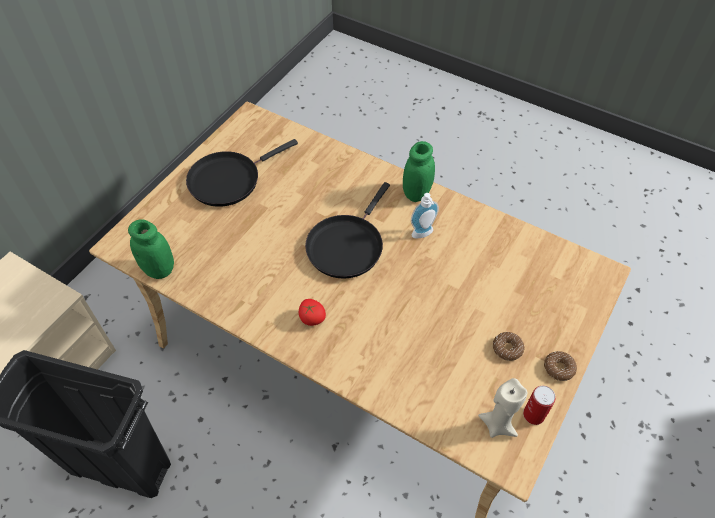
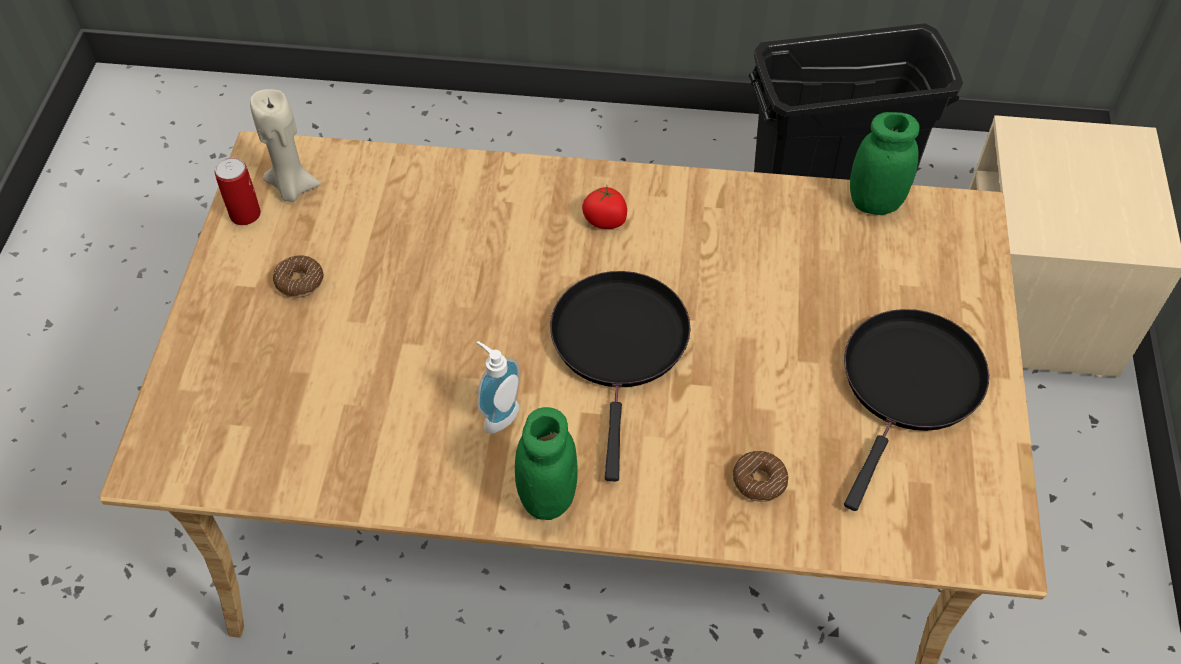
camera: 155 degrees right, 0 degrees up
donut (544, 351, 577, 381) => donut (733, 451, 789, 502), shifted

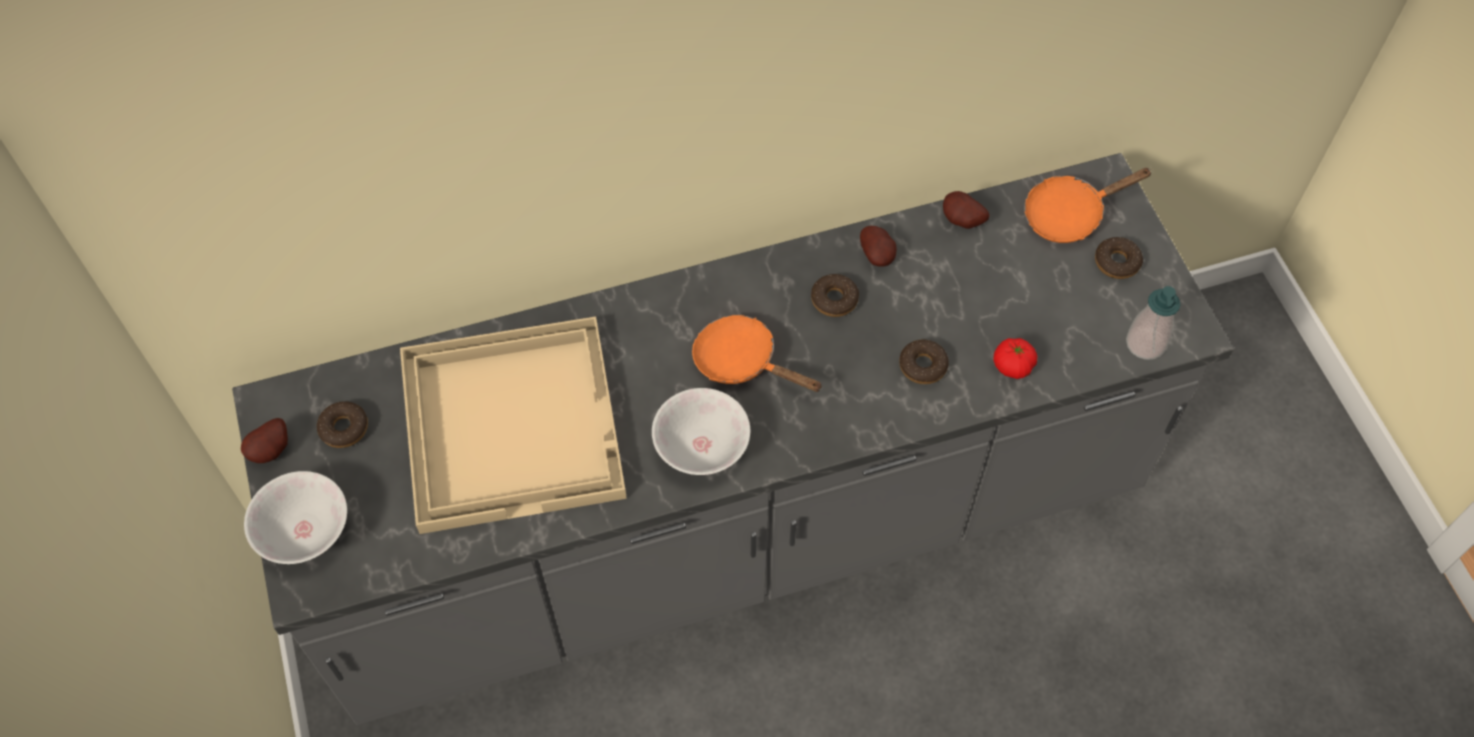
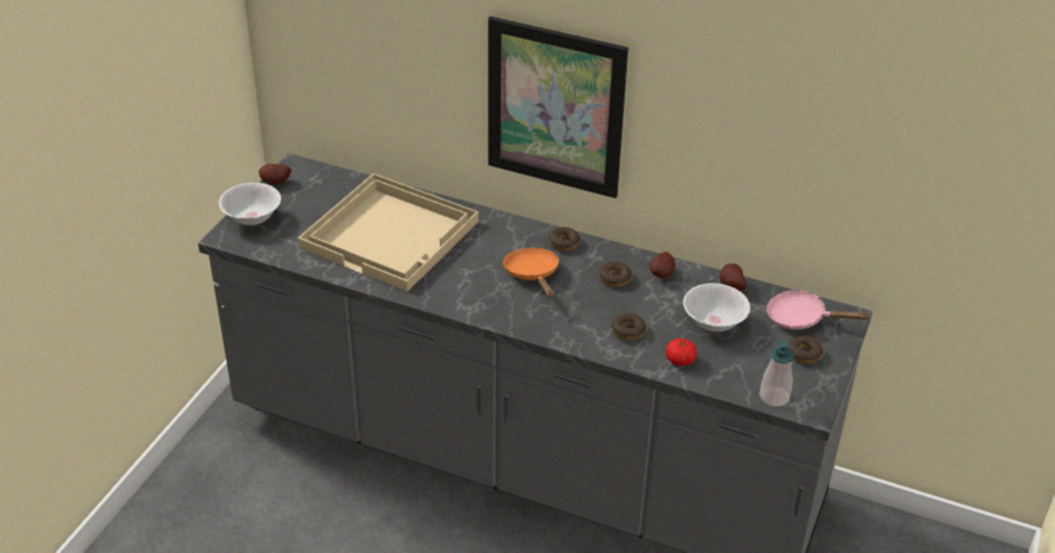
camera: 40 degrees right, 20 degrees down
patelnia/pomarańczowy (1024, 168, 1152, 243) => patelnia/różowy (767, 290, 869, 330)
miska/biały (652, 388, 750, 475) => miska/biały (683, 283, 750, 332), shifted
donut (317, 401, 368, 448) => donut (548, 227, 580, 251), shifted
nothing => obraz (488, 16, 628, 198)

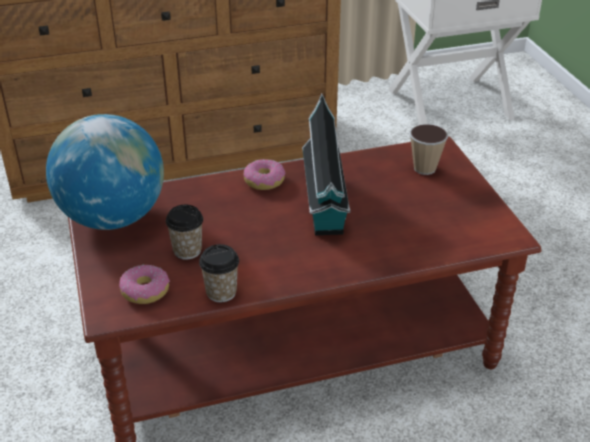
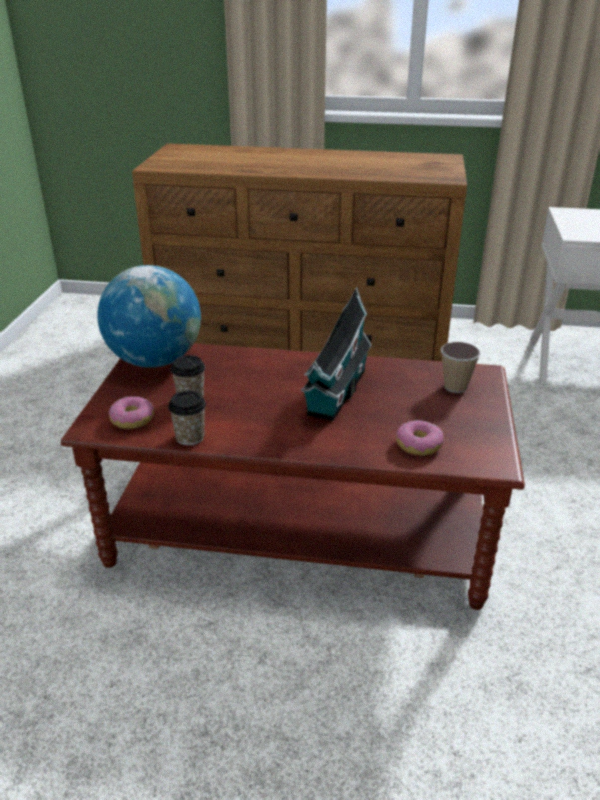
camera: 25 degrees right, 5 degrees down
donut (244, 159, 286, 190) => donut (396, 420, 444, 455), shifted

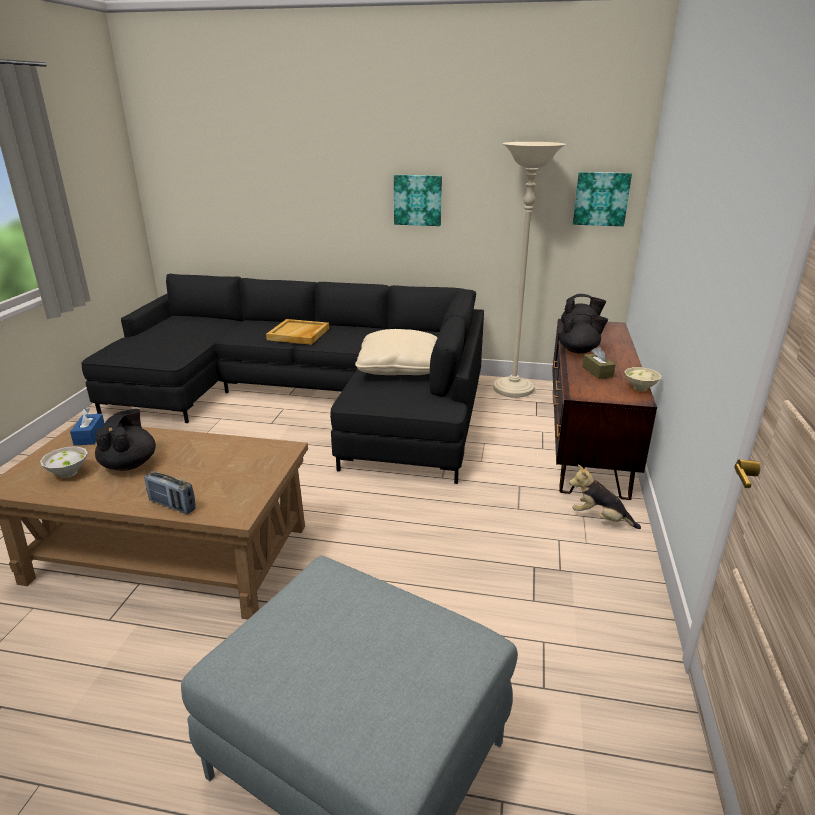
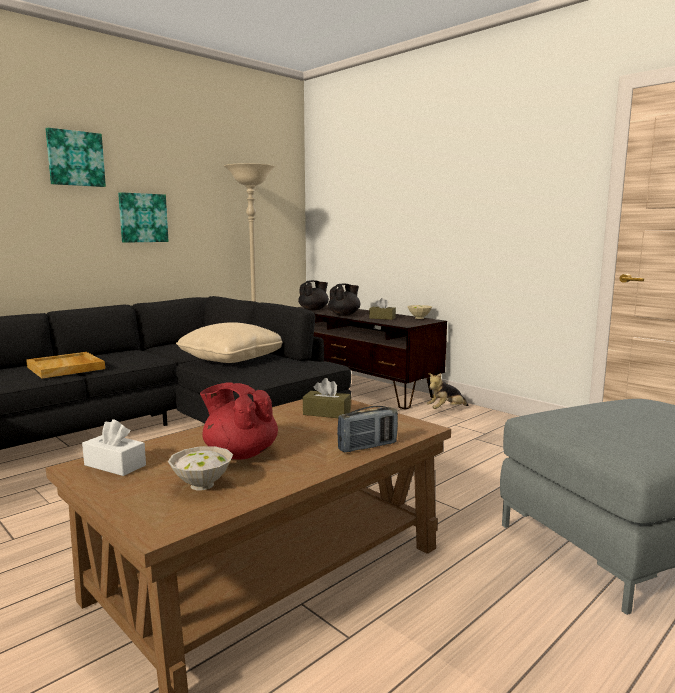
camera: 55 degrees left, 15 degrees down
obraz (573, 172, 632, 226) => obraz (46, 128, 106, 187), shifted
pudełko chusteczek/niebieski (70, 408, 105, 446) => pudełko chusteczek/biały (82, 419, 146, 476)
imbryk/czarny (95, 409, 156, 471) => imbryk/czerwony (200, 382, 278, 460)
nothing => pudełko chusteczek/brązowy (303, 378, 351, 418)

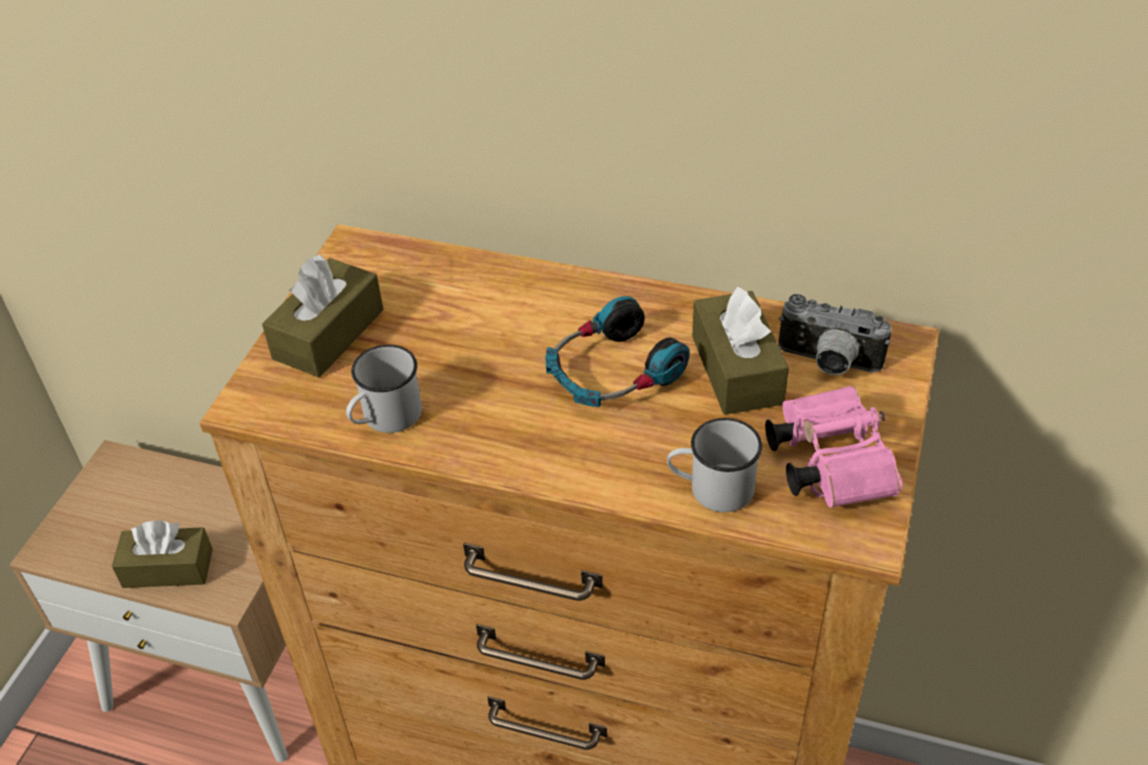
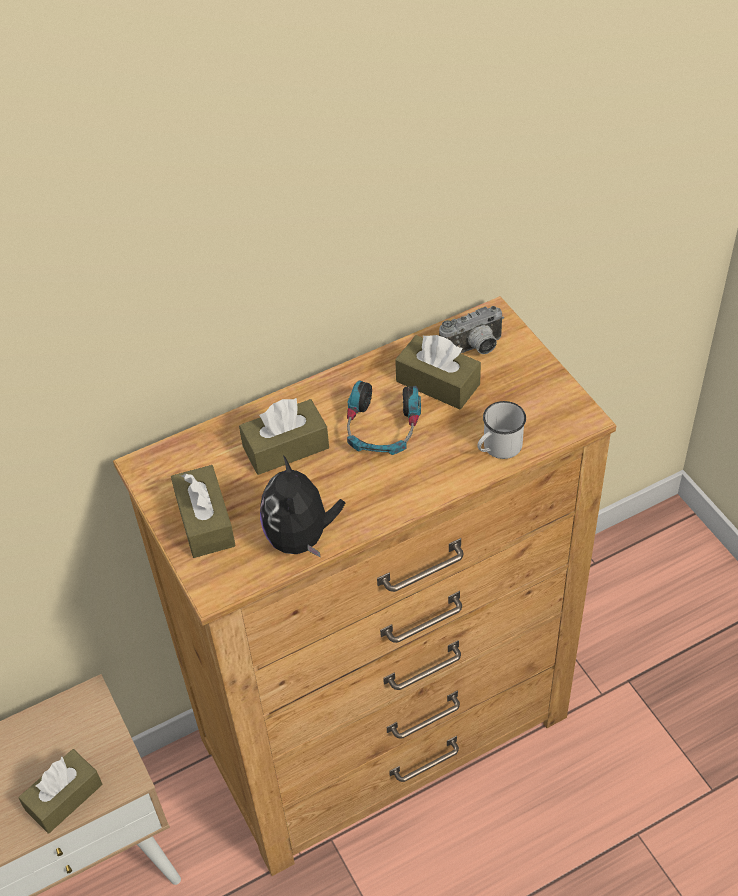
camera: 45 degrees left, 5 degrees up
kubek/biały (346, 345, 422, 433) => pluszak (260, 455, 345, 558)
lornetka/różowy (765, 386, 903, 508) => nothing
nothing => pudełko chusteczek/brązowy (239, 398, 329, 475)

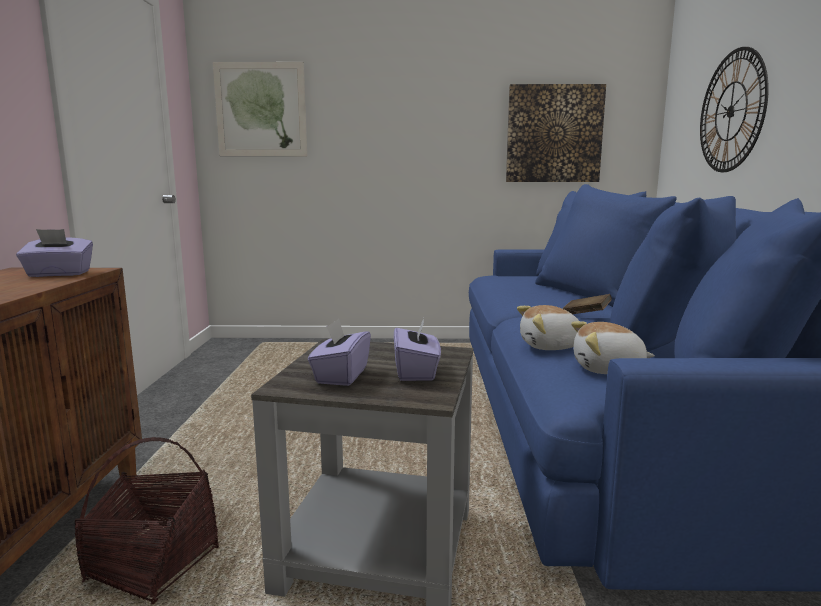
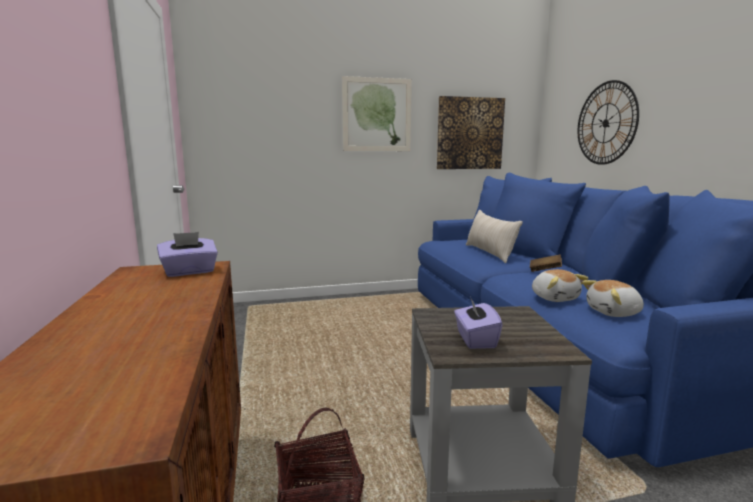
camera: 15 degrees left, 0 degrees up
obraz (213, 62, 307, 156) => obraz (342, 76, 412, 151), shifted
pluszak (517, 305, 579, 350) => pluszak (532, 269, 588, 302), 90 degrees counterclockwise
pudełko chusteczek/fioletowy (394, 318, 441, 381) => nothing
nothing => poduszka/beżowy (466, 210, 523, 263)

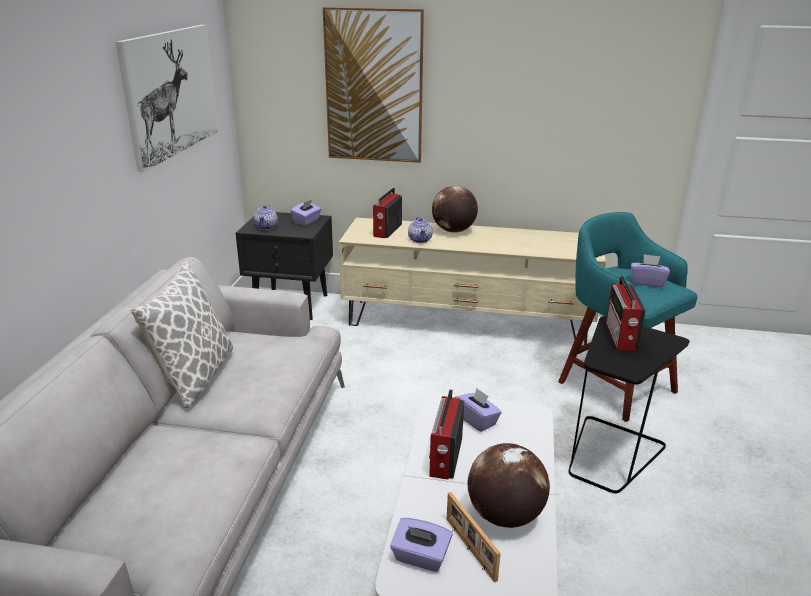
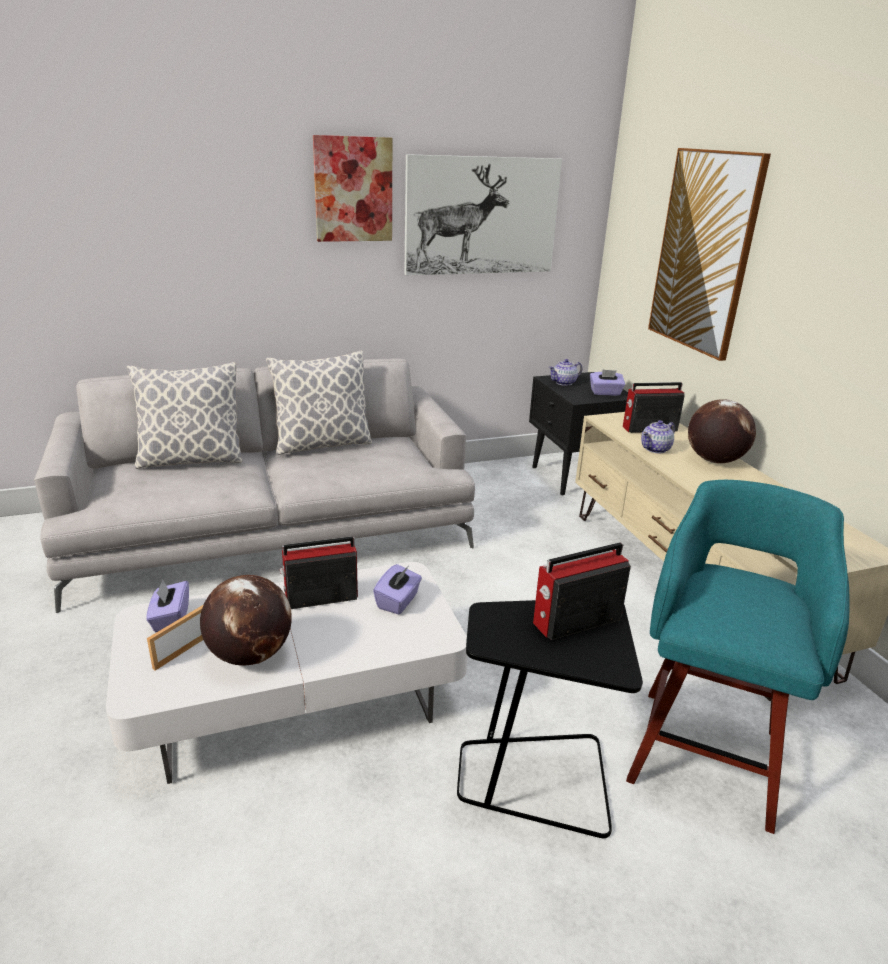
camera: 60 degrees right, 0 degrees up
pudełko chusteczek/fioletowy (631, 254, 670, 287) => nothing
nothing => obraz (313, 135, 392, 242)
nothing => poduszka (127, 362, 242, 469)

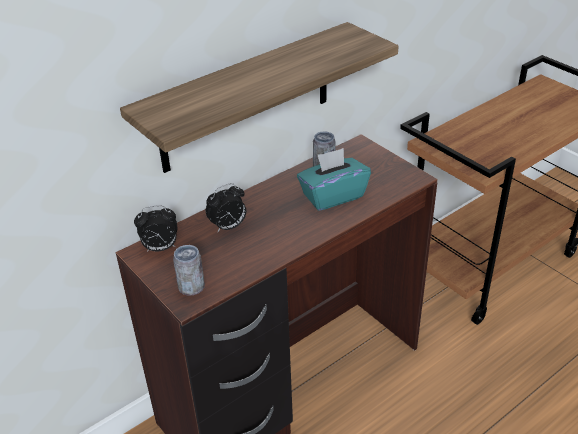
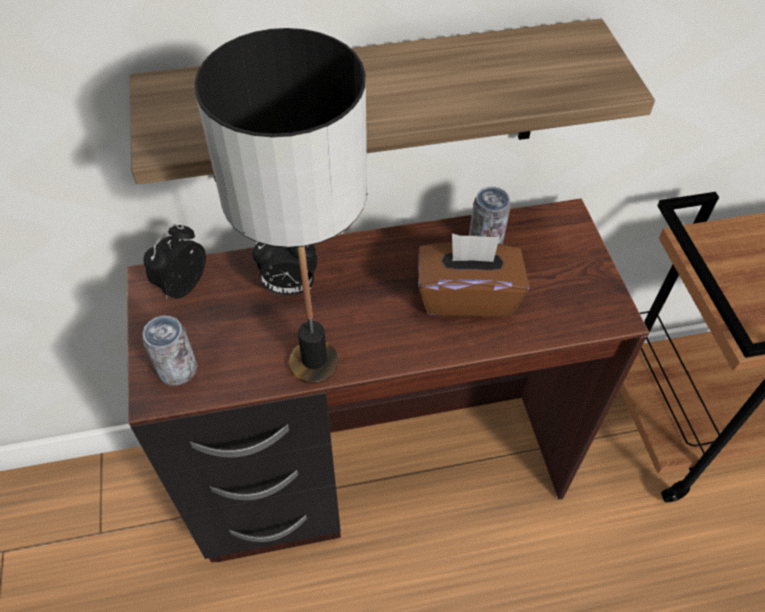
camera: 25 degrees right, 15 degrees up
pudełko chusteczek/turkusowy (297, 148, 371, 211) => pudełko chusteczek/brązowy (418, 233, 529, 317)
budzik (134, 205, 178, 252) => budzik (143, 224, 206, 299), 105 degrees clockwise
nothing => lampa stołowa (194, 28, 367, 384)

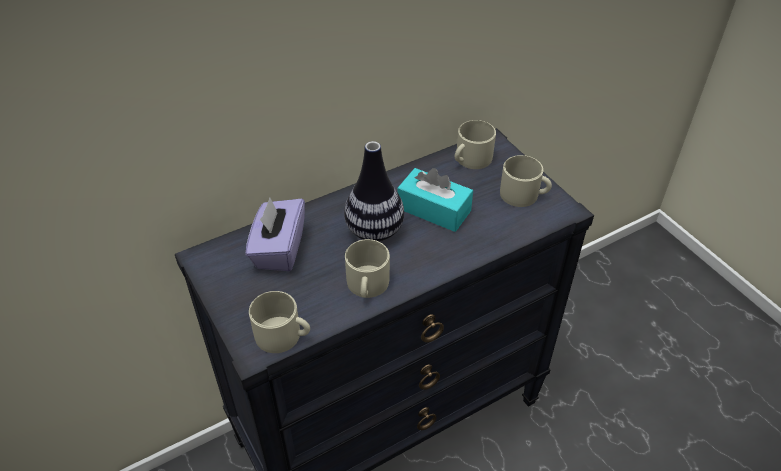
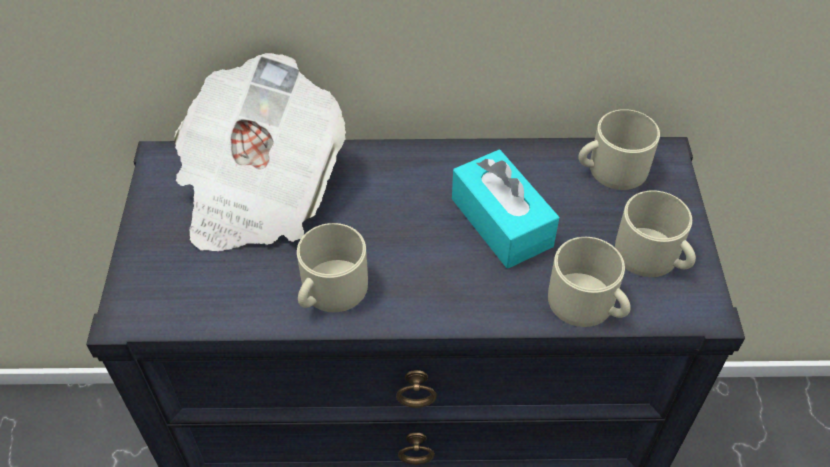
camera: 30 degrees right, 5 degrees up
wazon (344, 141, 404, 241) => nothing
pudełko chusteczek/fioletowy (246, 198, 305, 271) => gazeta (174, 53, 346, 251)
kubek/beżowy (249, 291, 310, 353) => kubek/beżowy (548, 237, 631, 327), shifted

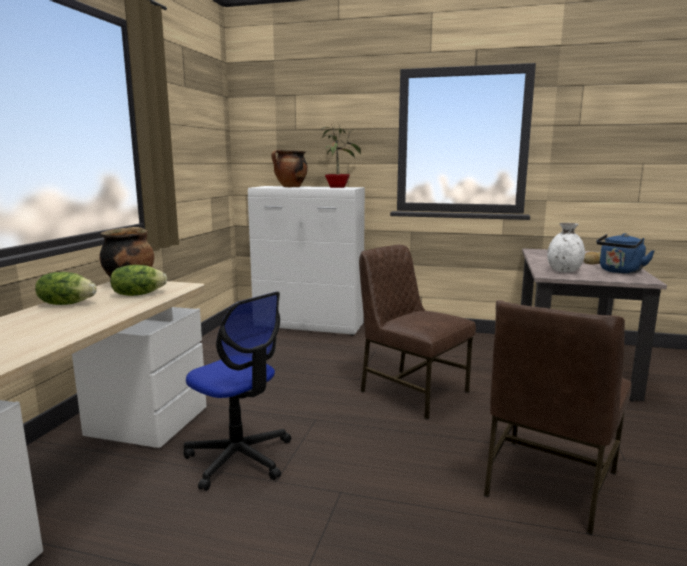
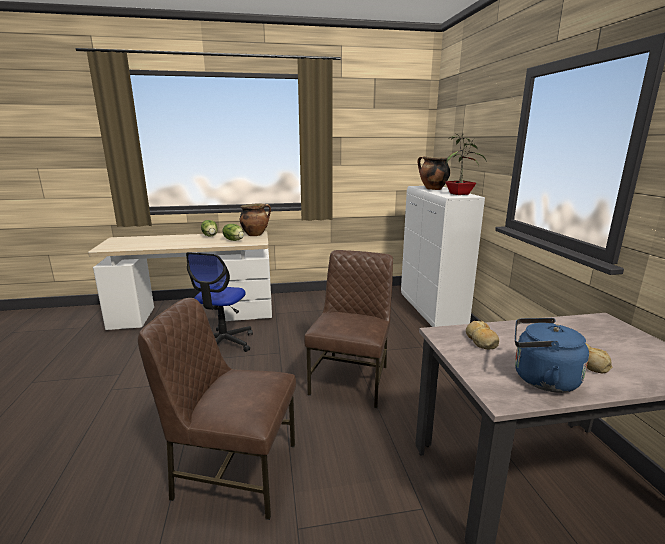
camera: 65 degrees right, 5 degrees up
wazon/biały (547, 223, 585, 272) => chleb (466, 320, 499, 349)

